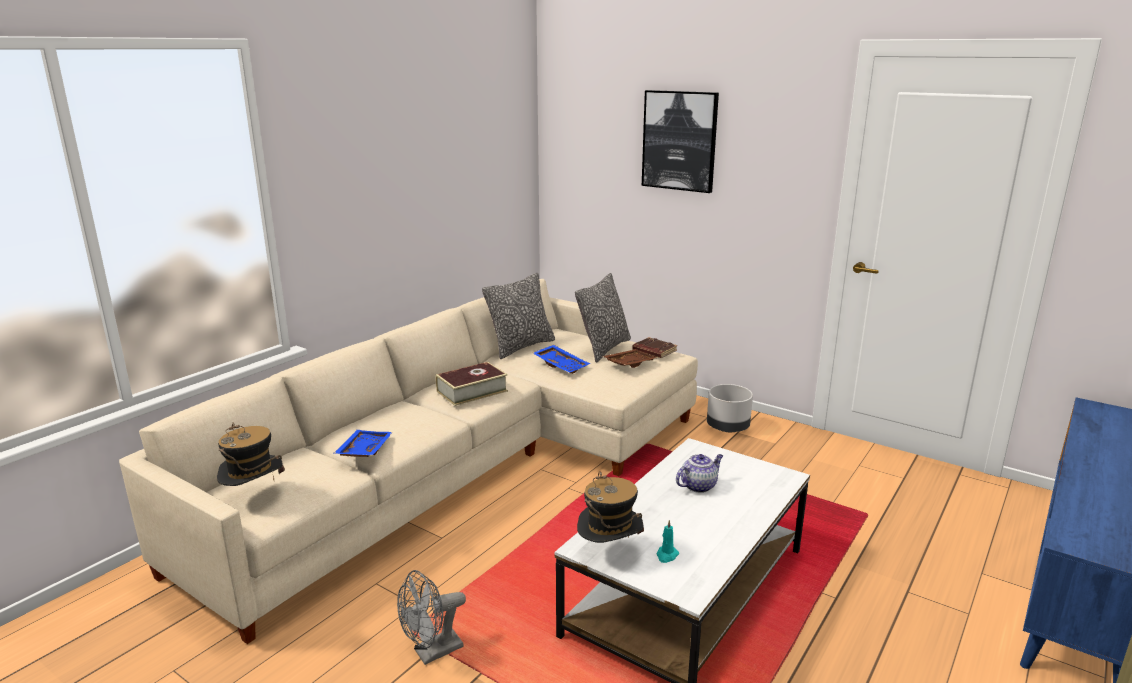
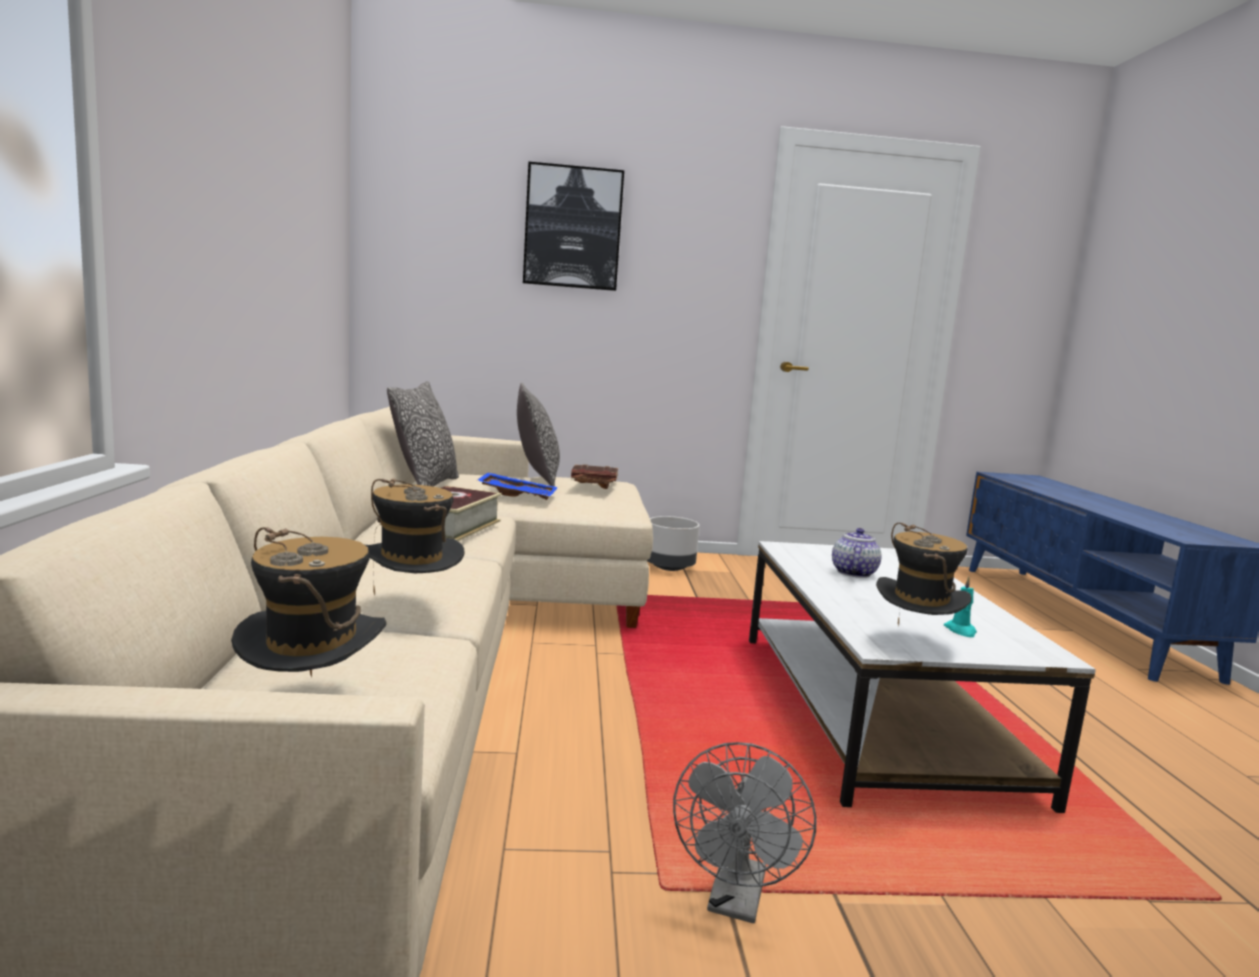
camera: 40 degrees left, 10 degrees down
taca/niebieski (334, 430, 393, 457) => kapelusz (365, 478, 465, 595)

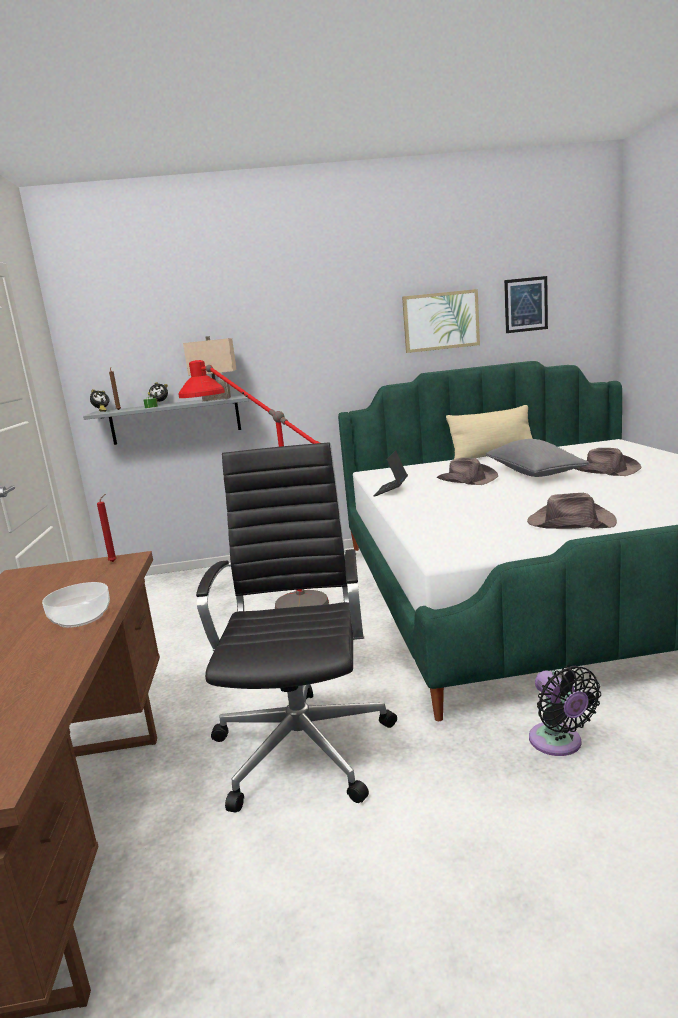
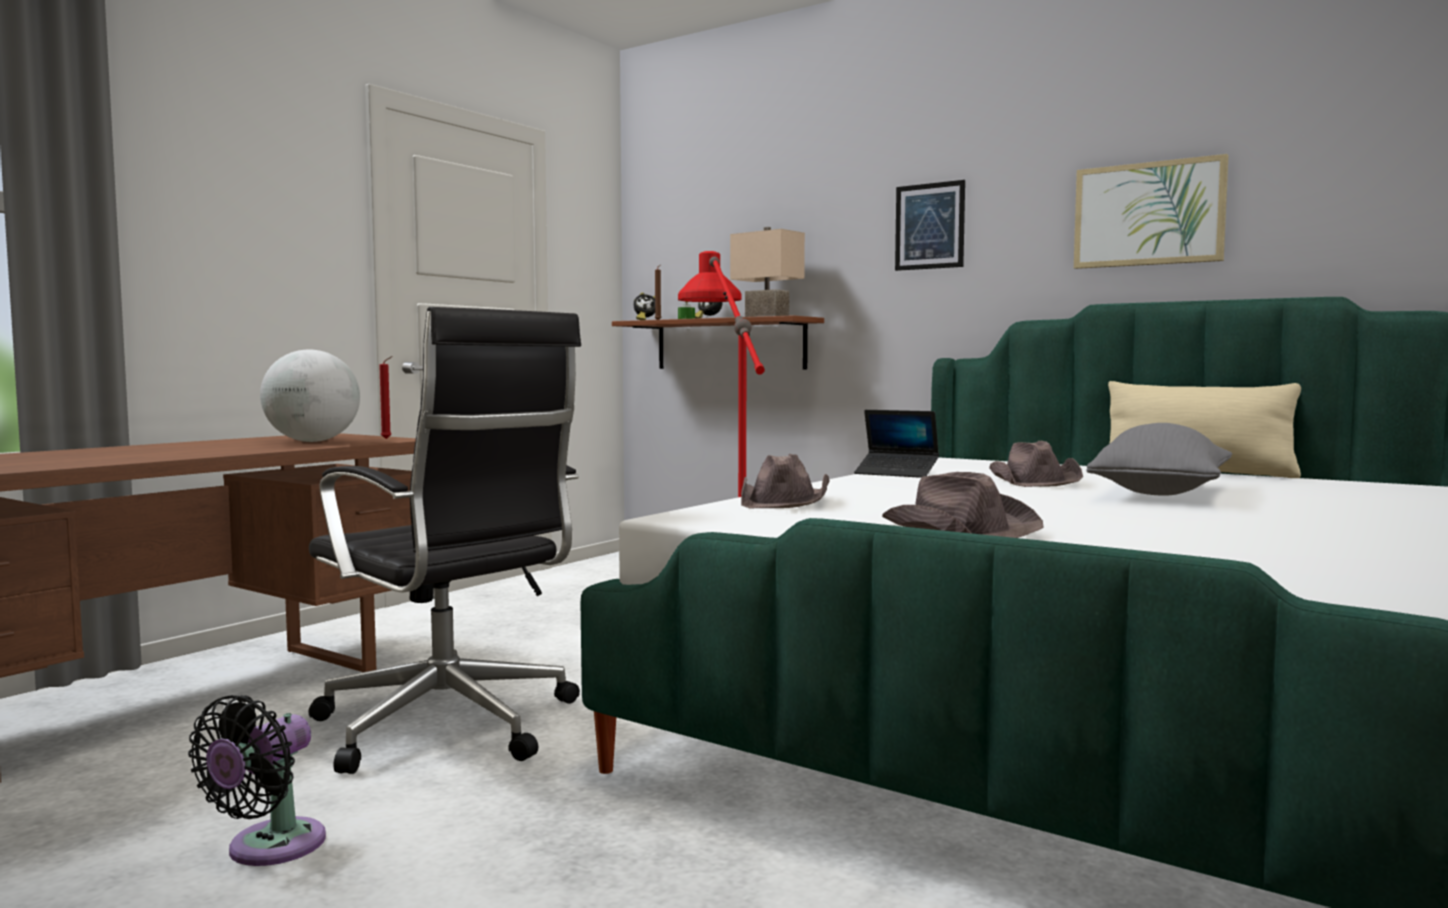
camera: 40 degrees right, 10 degrees down
obraz (504, 276, 548, 333) => obraz (895, 180, 965, 271), shifted
półka/szary (83, 395, 249, 445) => półka/brązowy (612, 315, 824, 369)
krzesło biurowe/czarny (196, 442, 397, 813) => krzesło biurowe/czarny (308, 307, 581, 774), 90 degrees clockwise
kapelusz/brązowy (575, 448, 642, 476) => kapelusz/brązowy (741, 454, 829, 509), shifted
laptop (374, 450, 408, 496) => laptop (854, 410, 939, 478), 120 degrees counterclockwise
miska (42, 582, 110, 628) => nothing
wentylator/czarny (529, 665, 601, 756) => wentylator/czarny (188, 695, 326, 866), shifted
nothing => globus (260, 349, 360, 442)

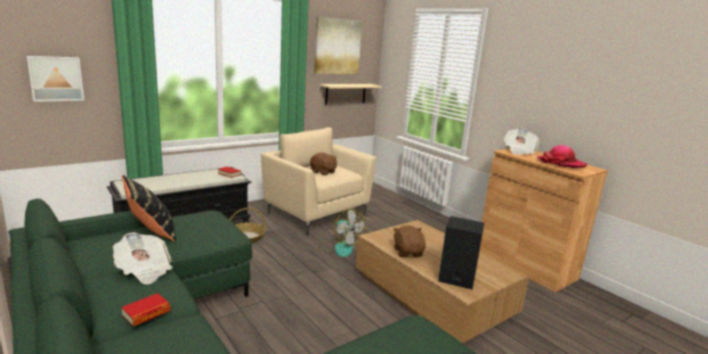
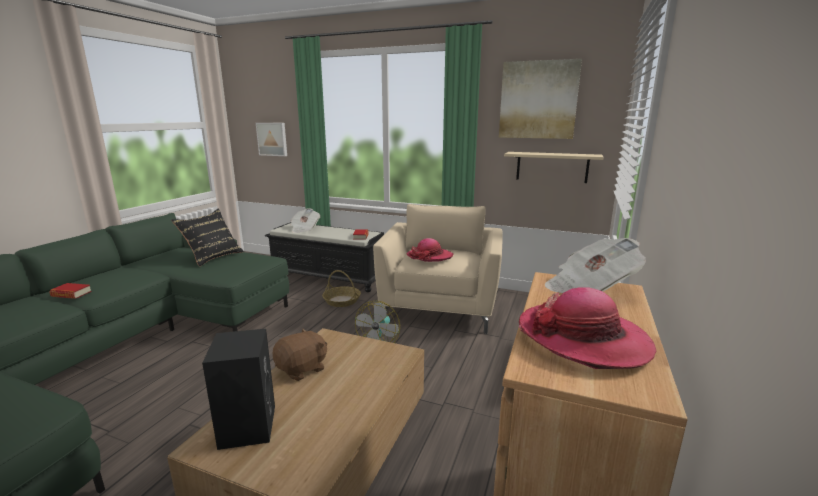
camera: 60 degrees right, 0 degrees up
pluszak/brązowy (310, 152, 337, 175) => kapelusz (407, 238, 454, 262)
gazeta (113, 232, 173, 284) => gazeta (290, 208, 320, 233), shifted

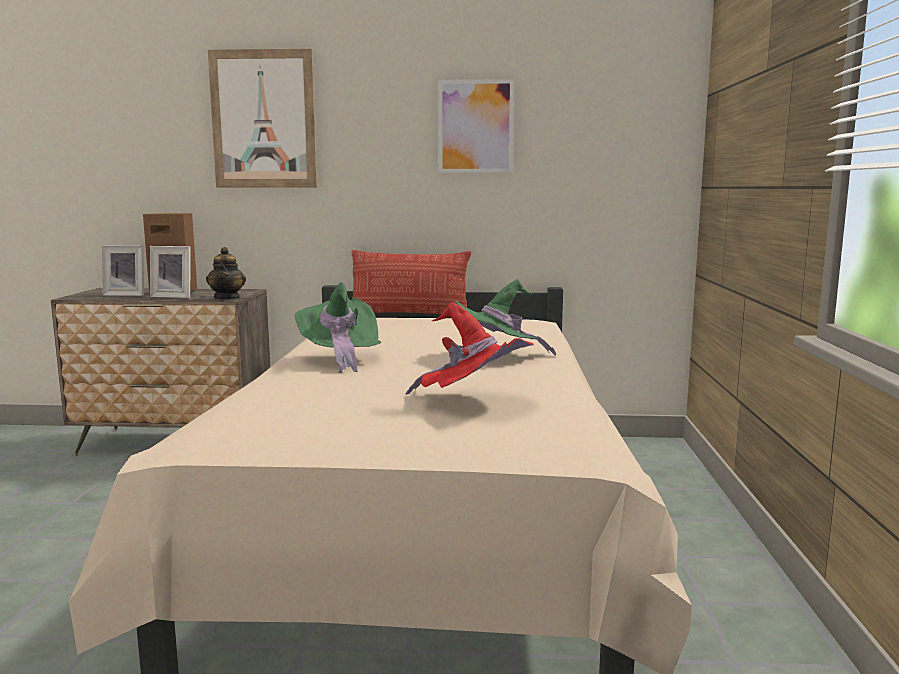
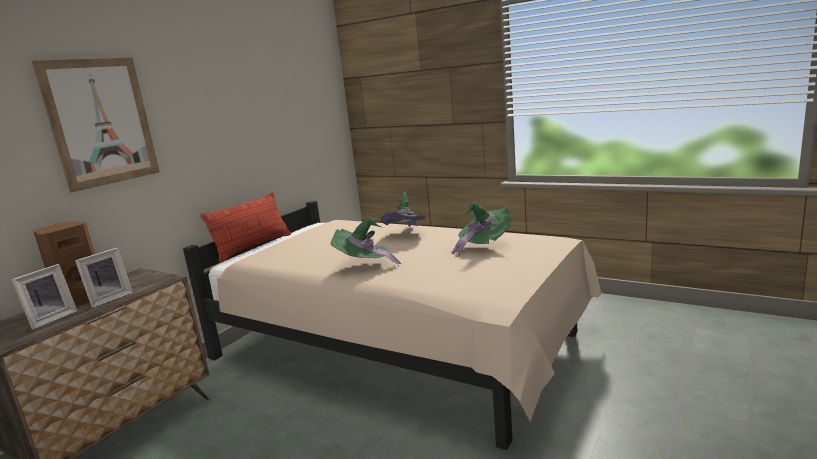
camera: 60 degrees left, 5 degrees up
obraz (438, 79, 514, 173) => nothing
imbryk (206, 247, 246, 300) => nothing
kapelusz/czerwony (405, 302, 534, 395) => kapelusz/zielony (452, 202, 512, 256)

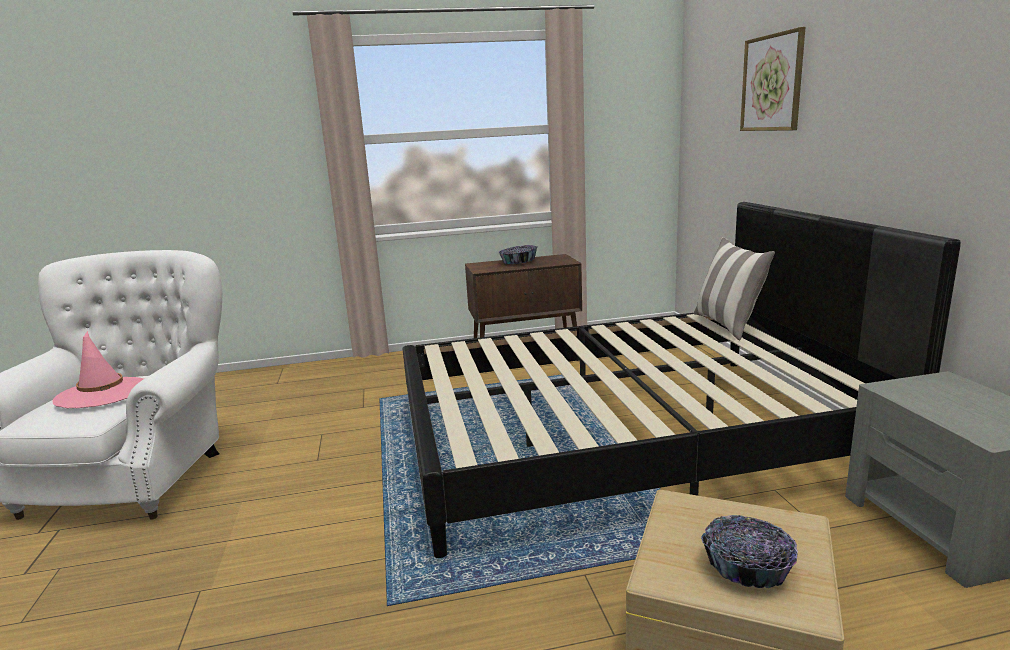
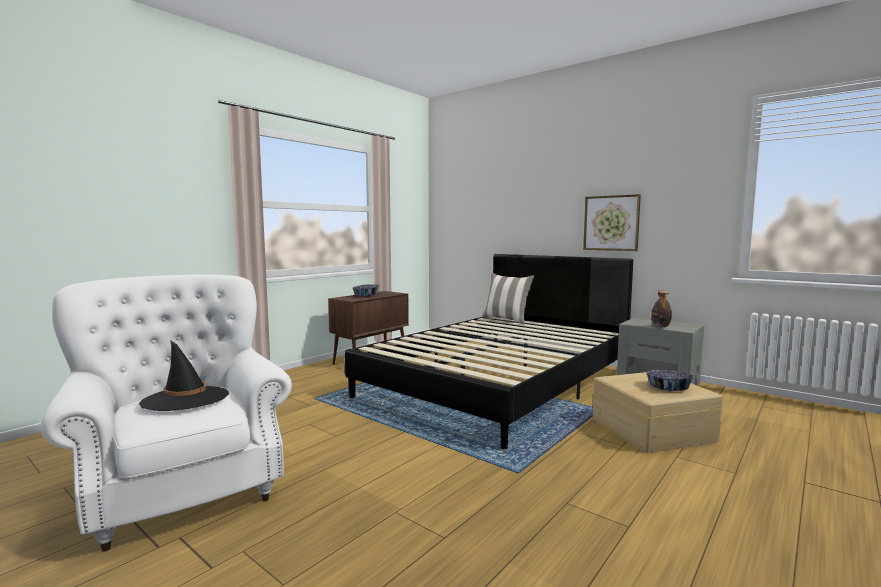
camera: 40 degrees left, 10 degrees down
obraz (740, 27, 805, 131) => obraz (583, 194, 641, 251), shifted
kapelusz/różowy (52, 331, 144, 408) => kapelusz/czarny (139, 340, 229, 411)
nothing => butelka (651, 291, 672, 328)

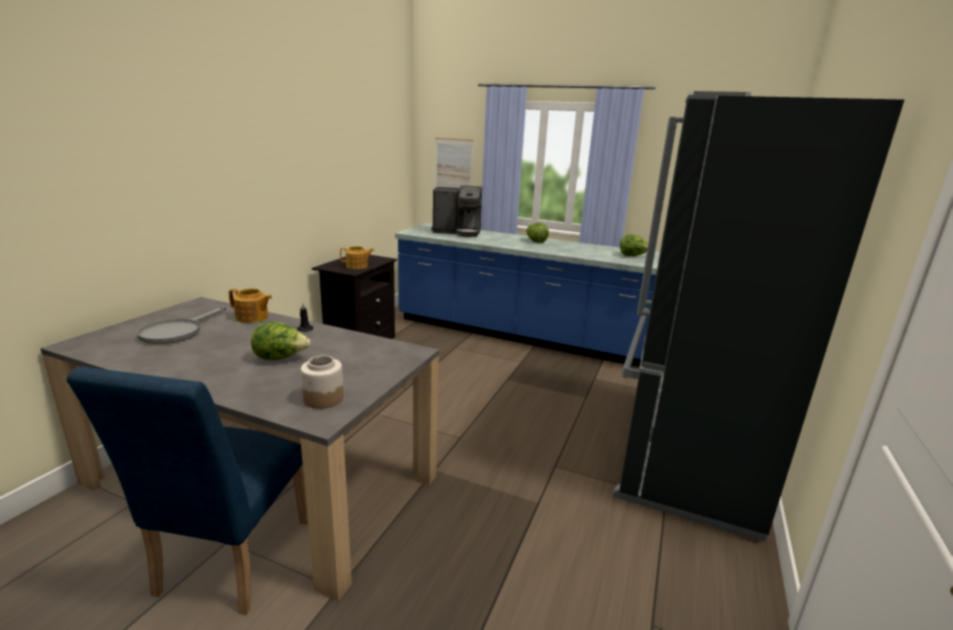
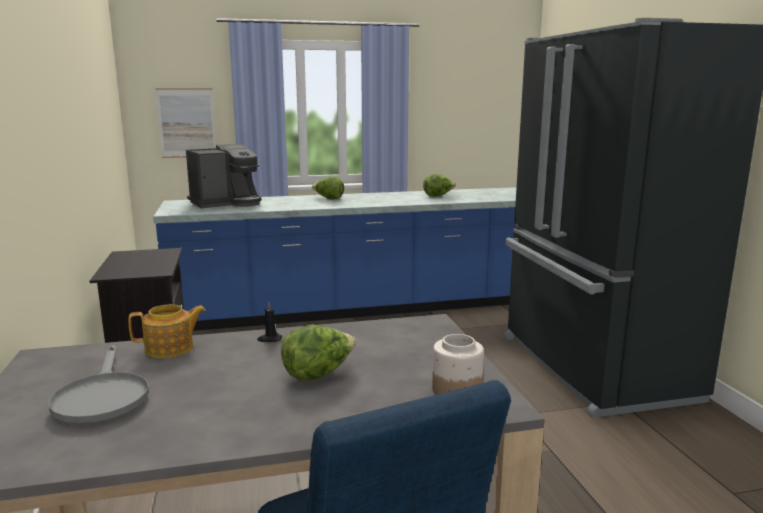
camera: 35 degrees left, 5 degrees down
imbryk (340, 246, 374, 269) => nothing

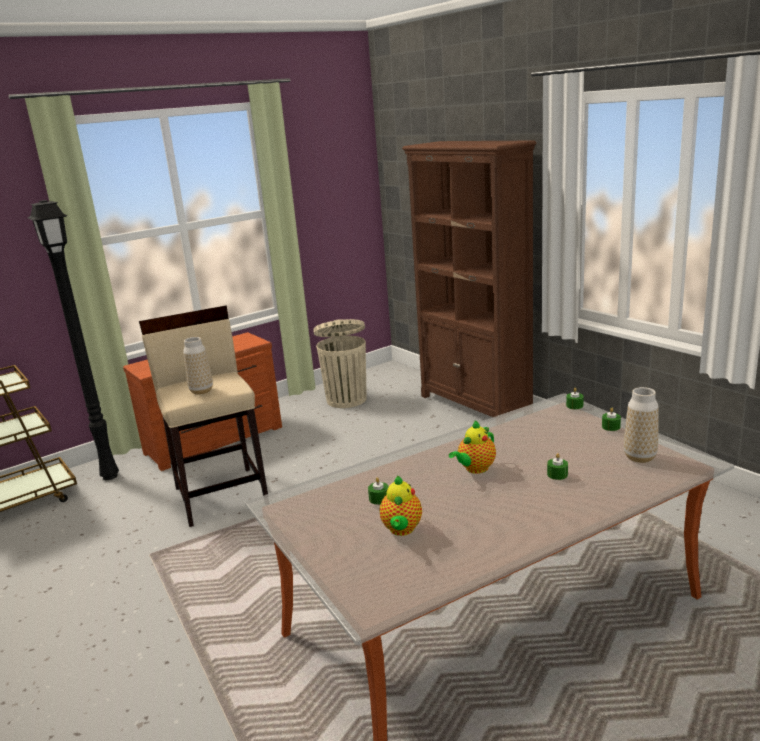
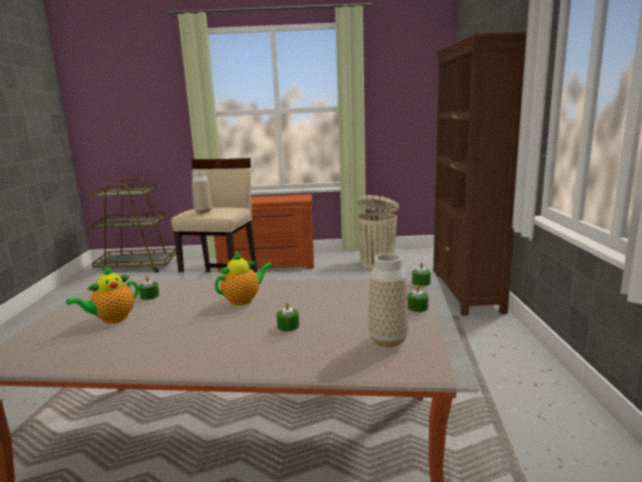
camera: 35 degrees right, 5 degrees down
lampa stojąca/czarny (28, 200, 119, 480) => nothing
imbryk (449, 421, 496, 474) => imbryk (214, 251, 273, 306), 150 degrees clockwise

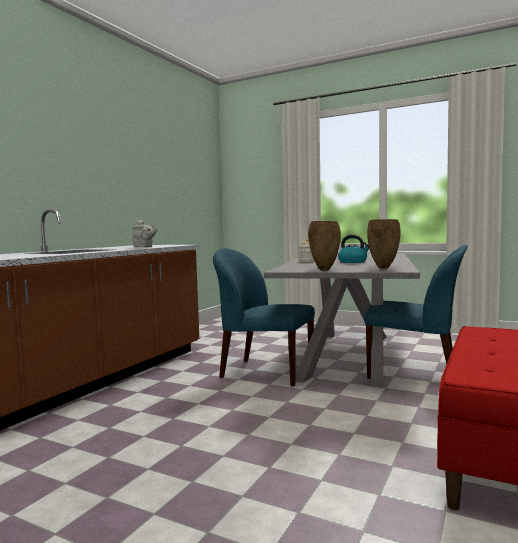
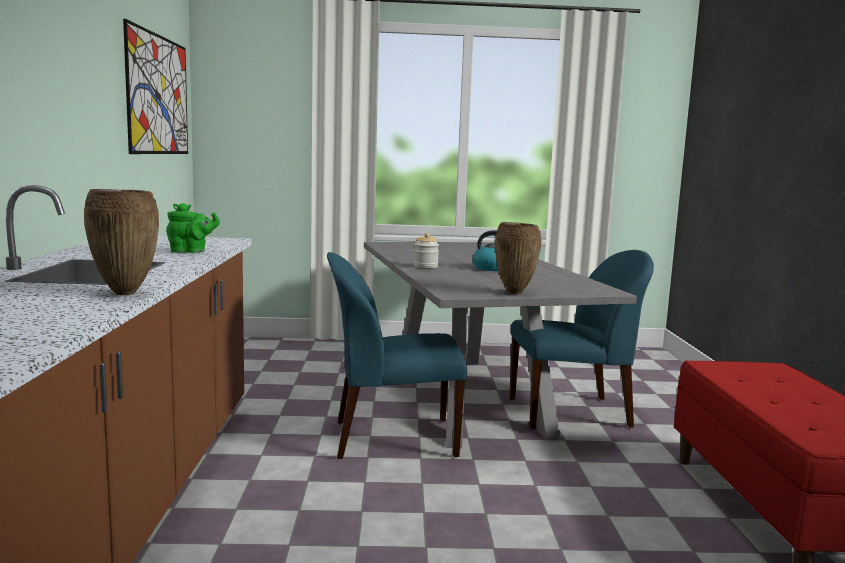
camera: 30 degrees left, 5 degrees up
wazon/brązowy (367, 219, 401, 269) => wazon/brązowy (84, 189, 159, 295), shifted
imbryk/szary (132, 220, 157, 247) => imbryk/zielony (166, 203, 220, 253)
nothing => obraz (123, 19, 188, 154)

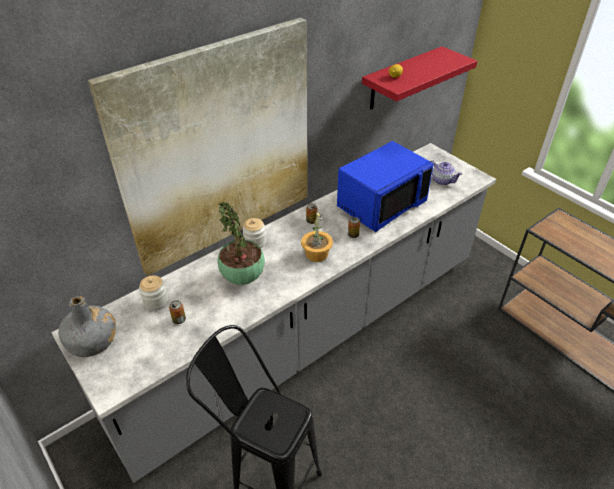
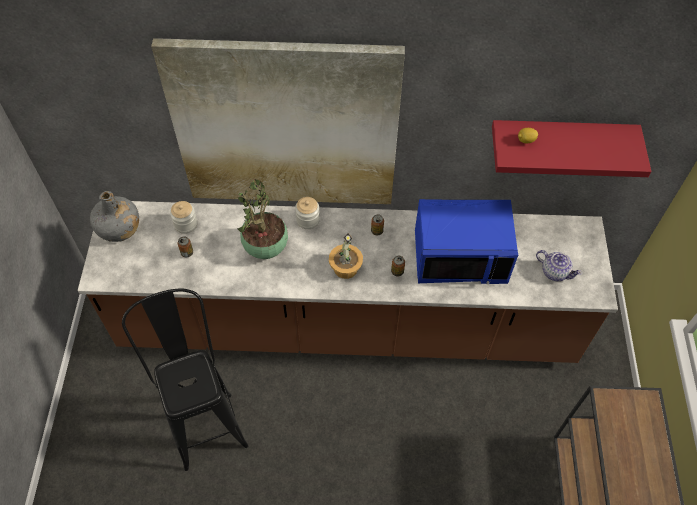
camera: 40 degrees right, 15 degrees up
zabudowa kuchenna/szary (51, 143, 496, 483) => zabudowa kuchenna/brązowy (78, 201, 618, 363)
imbryk (430, 160, 463, 185) => imbryk (536, 250, 582, 281), 45 degrees counterclockwise

